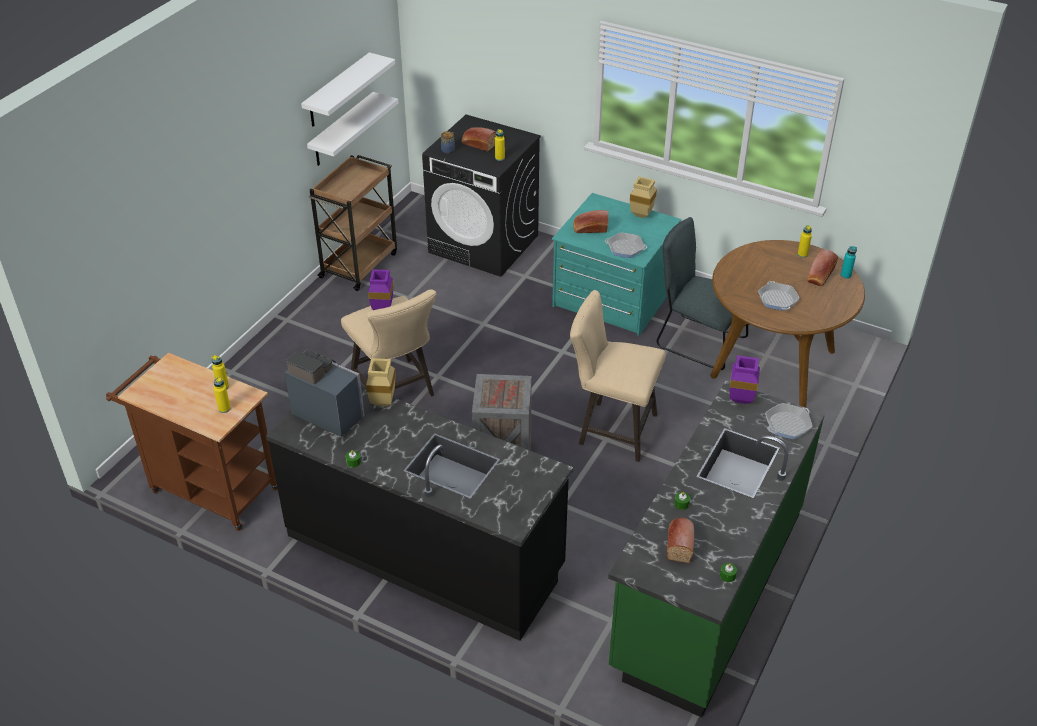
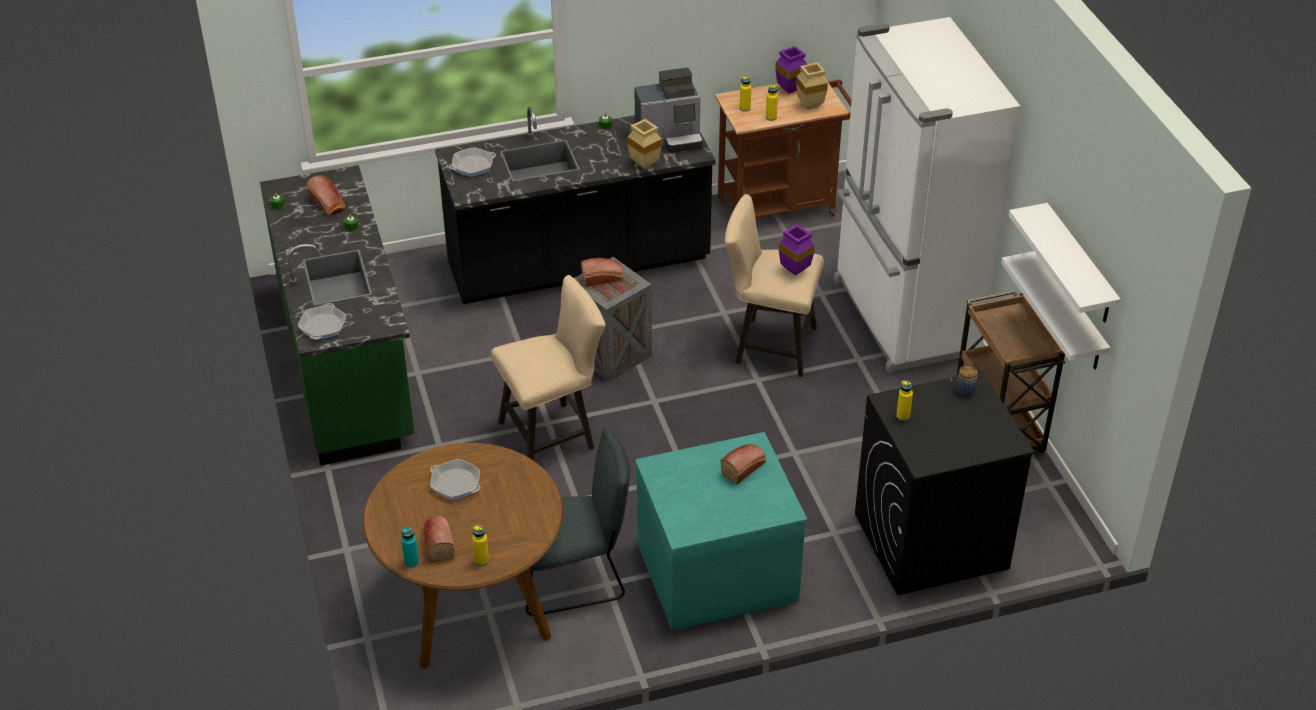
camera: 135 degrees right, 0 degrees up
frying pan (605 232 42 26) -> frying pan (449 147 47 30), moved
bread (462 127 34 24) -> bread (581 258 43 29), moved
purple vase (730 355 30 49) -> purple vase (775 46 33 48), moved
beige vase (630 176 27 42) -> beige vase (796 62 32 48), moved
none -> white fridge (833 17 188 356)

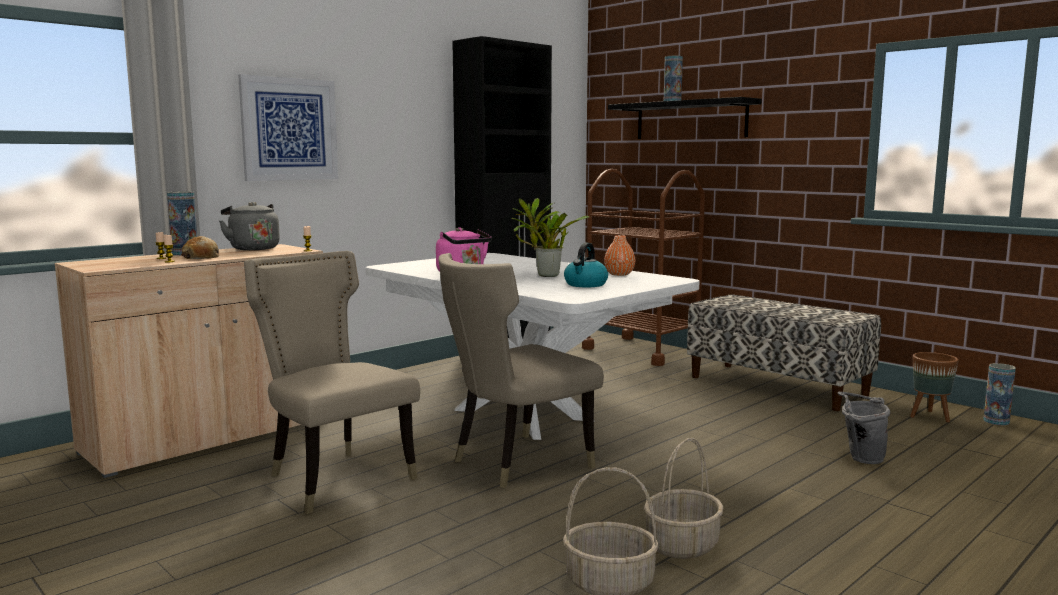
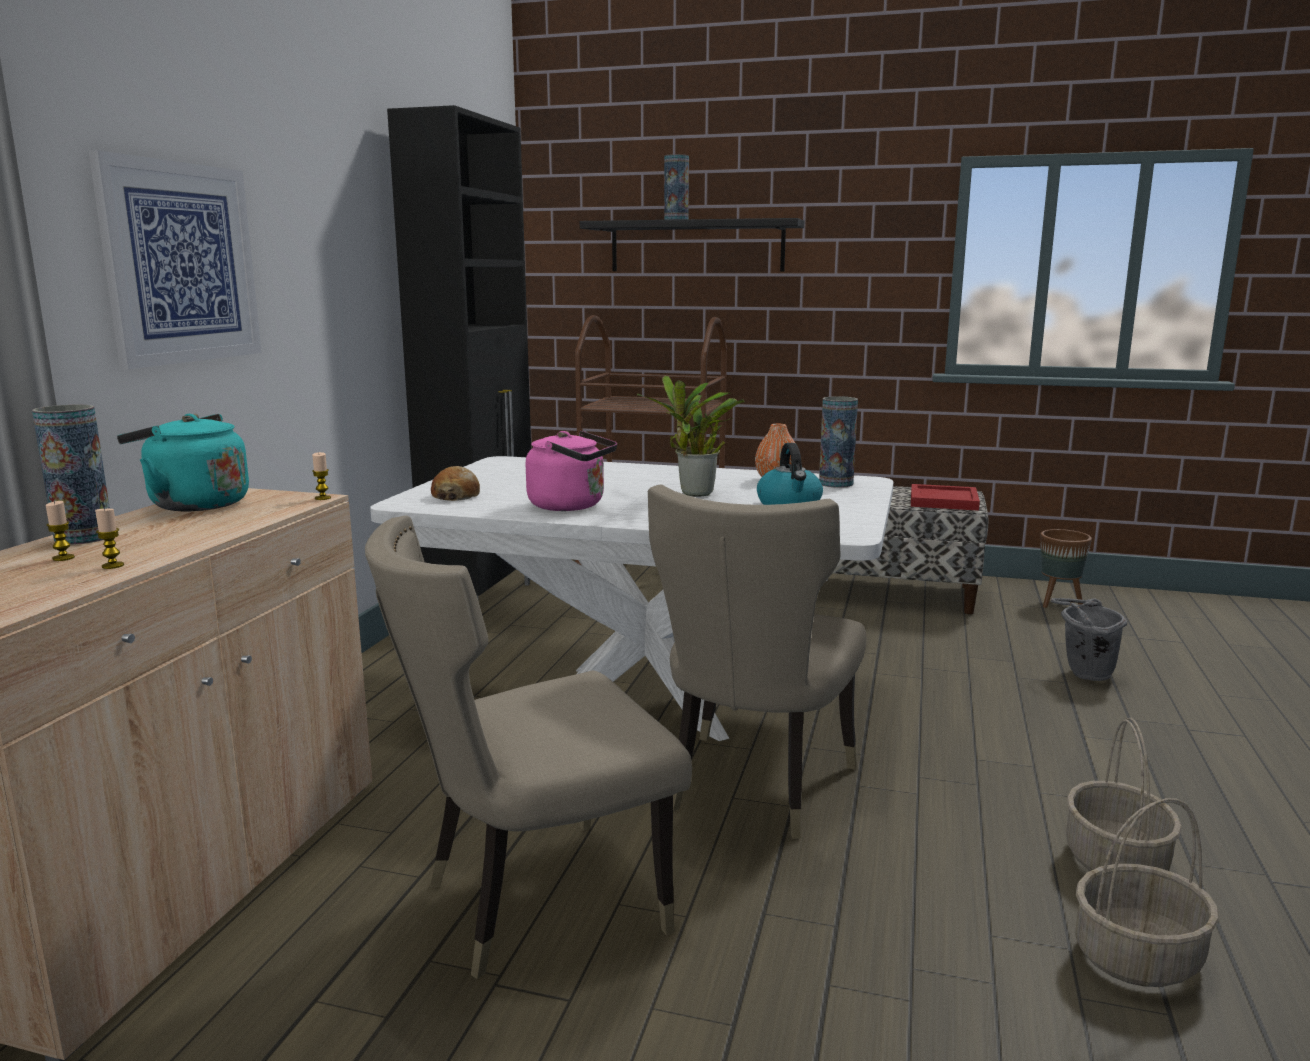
camera: 30 degrees left, 5 degrees up
grey kettle (219 202 61 48) -> turquoise kettle (117 414 132 97)
beige chair (244 251 176 263) -> beige chair (365 515 327 464), 45 degrees counterclockwise
bread (181 236 38 23) -> bread (431 466 49 35), moved
vase (983 363 33 62) -> vase (819 396 39 92), moved
none -> red tray (911 484 69 27)

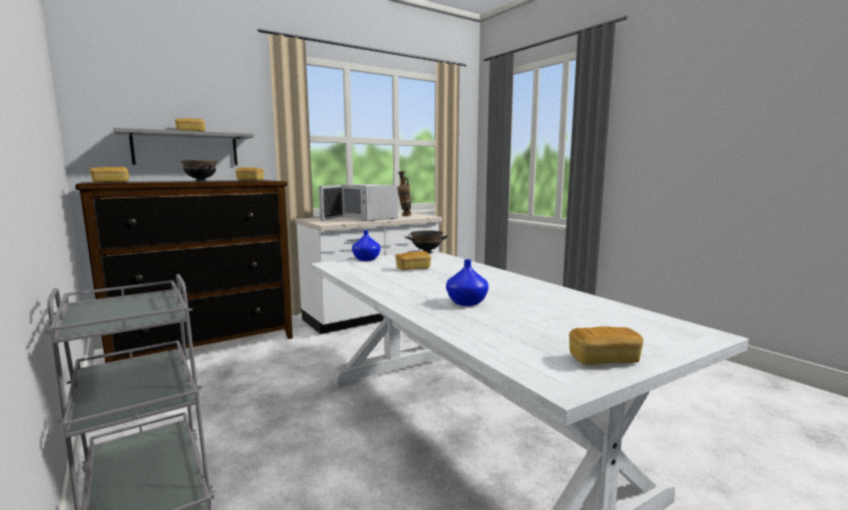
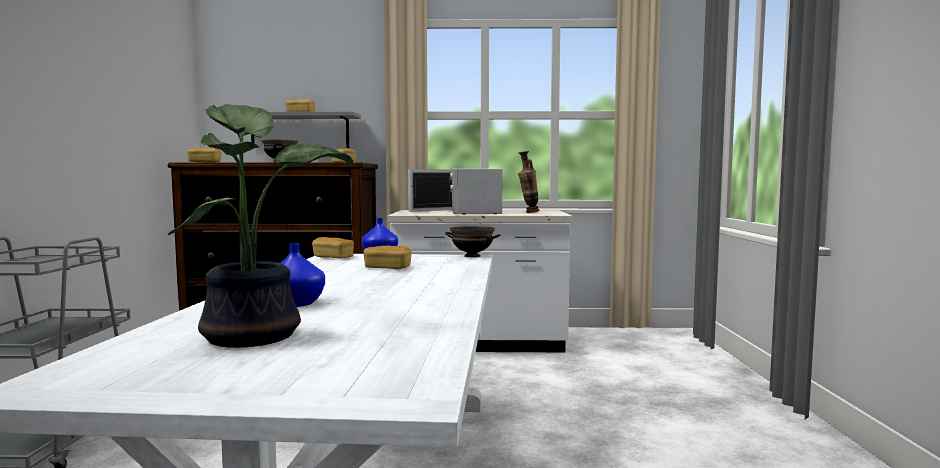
camera: 35 degrees right, 5 degrees down
none -> potted plant (167 104 186 244)
bread (569 326 74 39) -> bread (312 237 42 22), moved

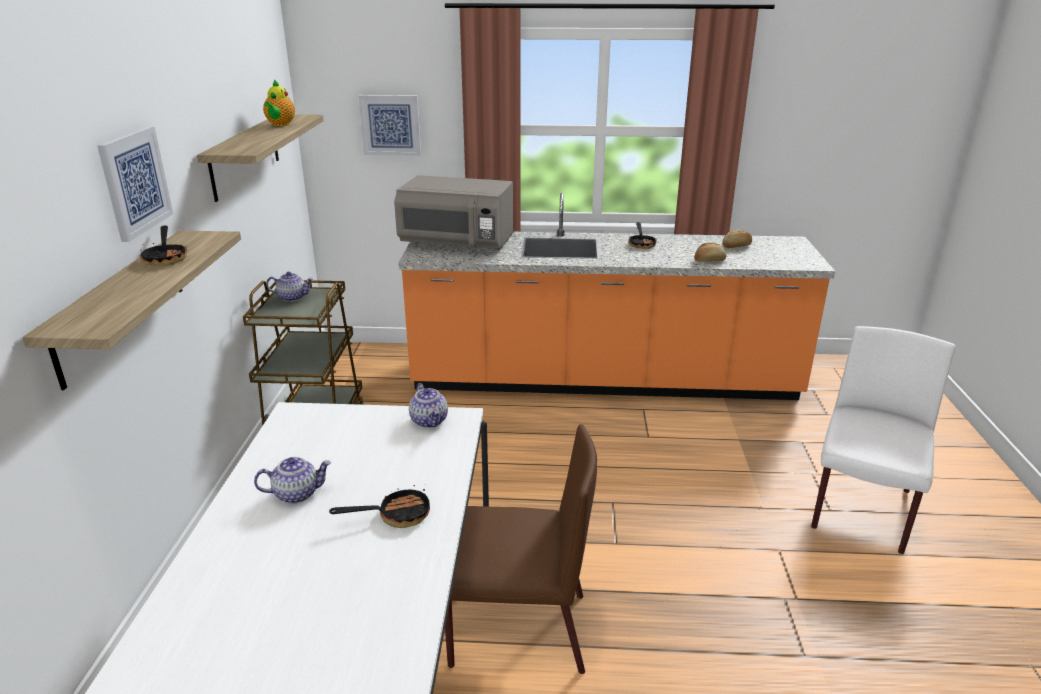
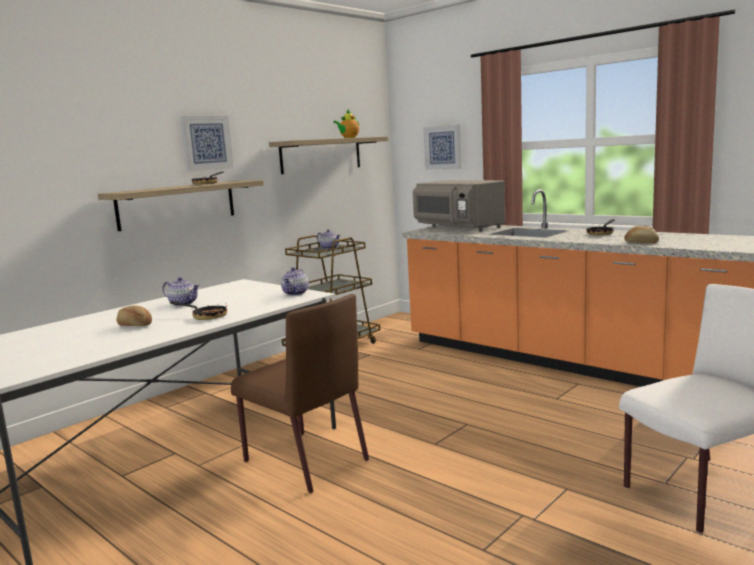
camera: 40 degrees right, 15 degrees down
bread (722 230 30 18) -> bread (116 306 36 20), moved

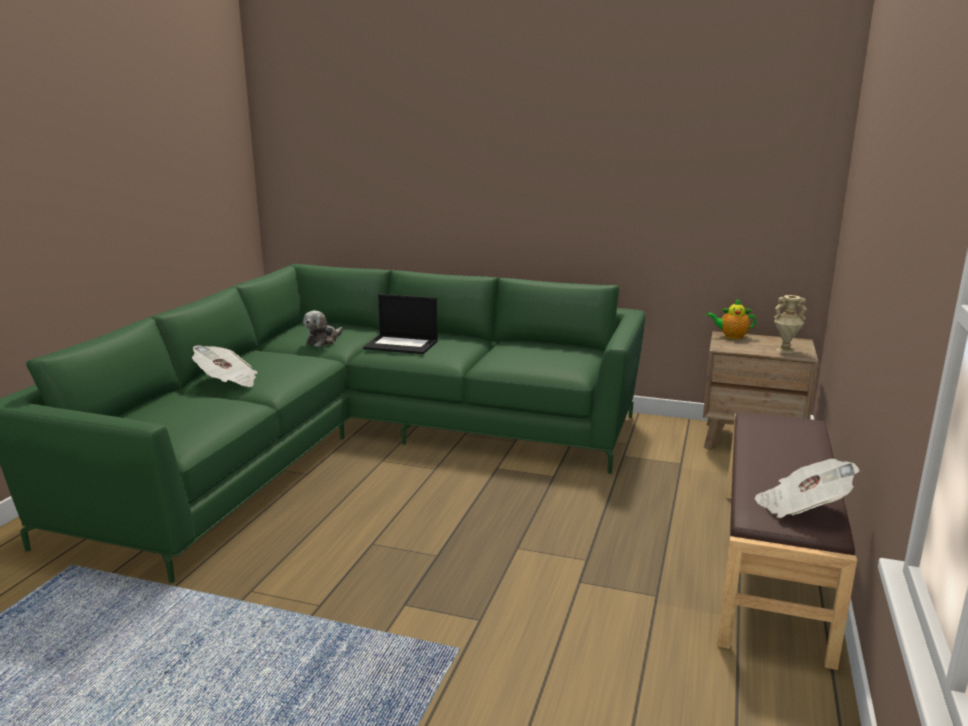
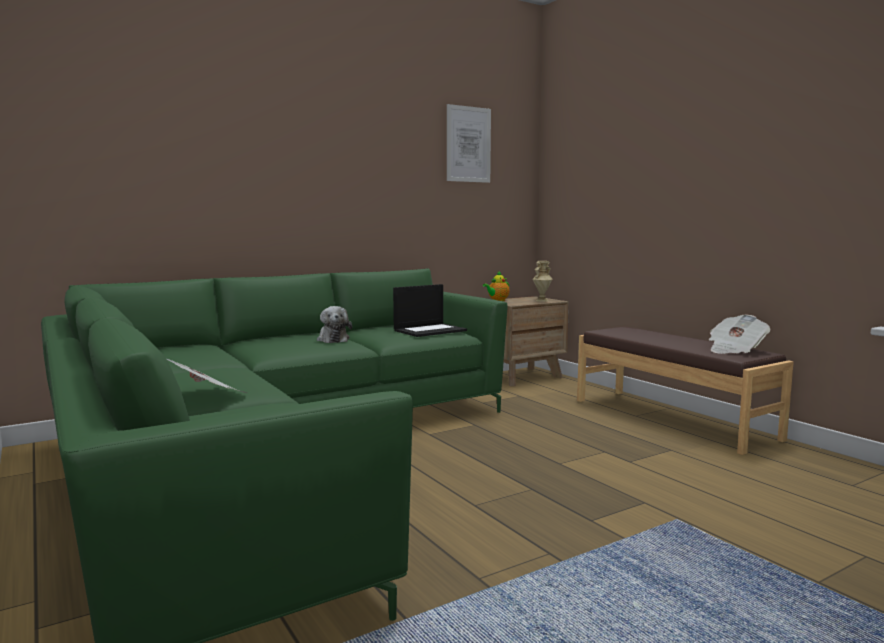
camera: 50 degrees left, 10 degrees down
plush toy (303 311 40 36) -> plush toy (317 306 35 37), moved
laptop (363 294 75 60) -> laptop (393 284 74 53), moved
none -> picture (447 104 44 79)

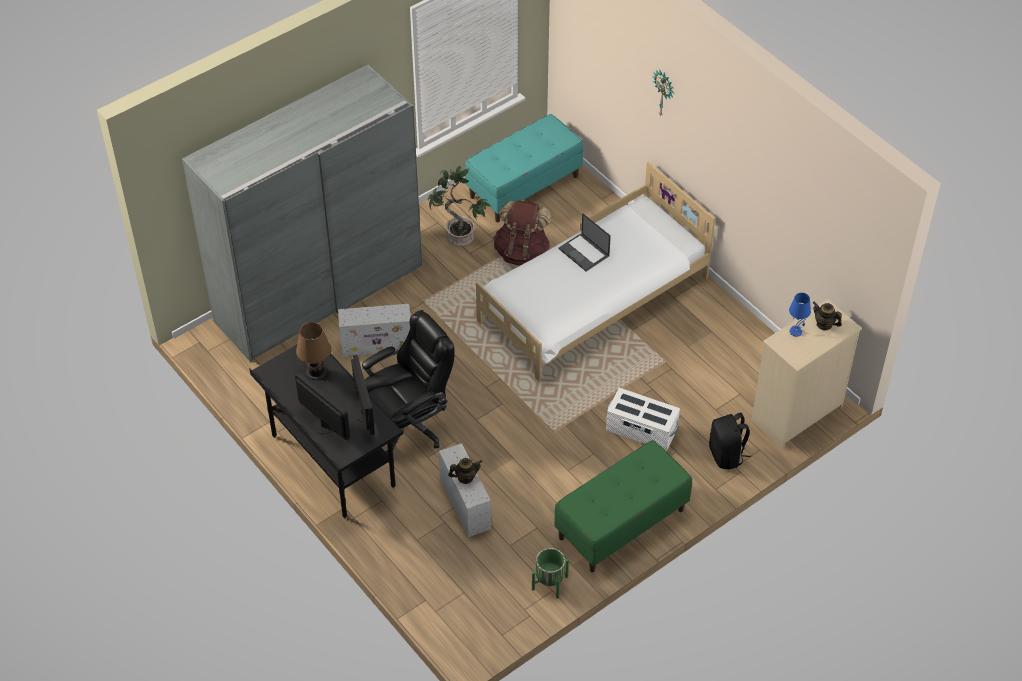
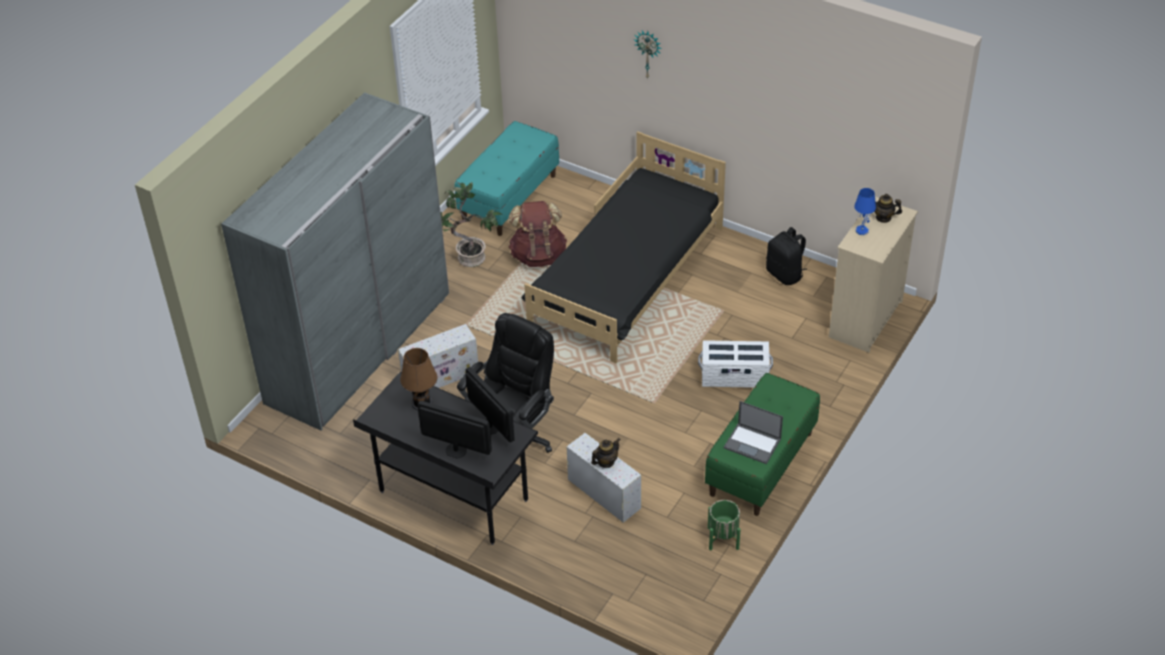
camera: 20 degrees left, 5 degrees down
white bed (474 161 241 221) -> black bed (521 131 205 232)
laptop (559 213 52 58) -> laptop (724 401 59 63), moved
black backpack (709 413 42 56) -> black backpack (766 227 41 58), moved

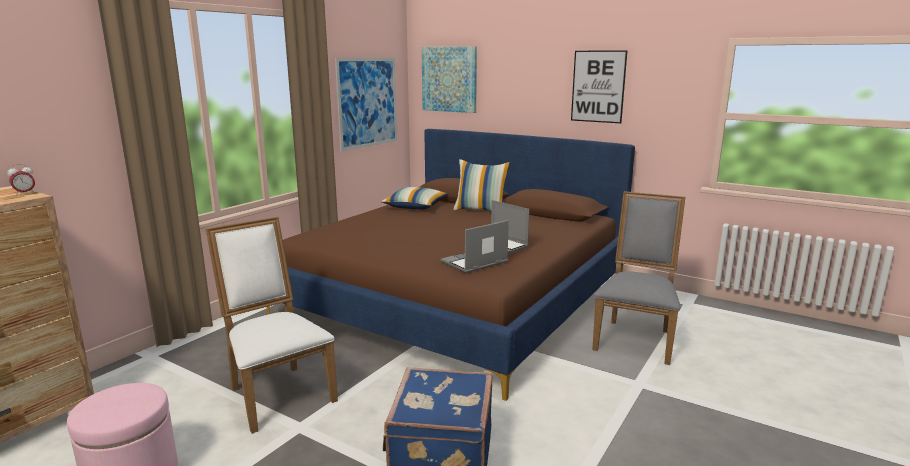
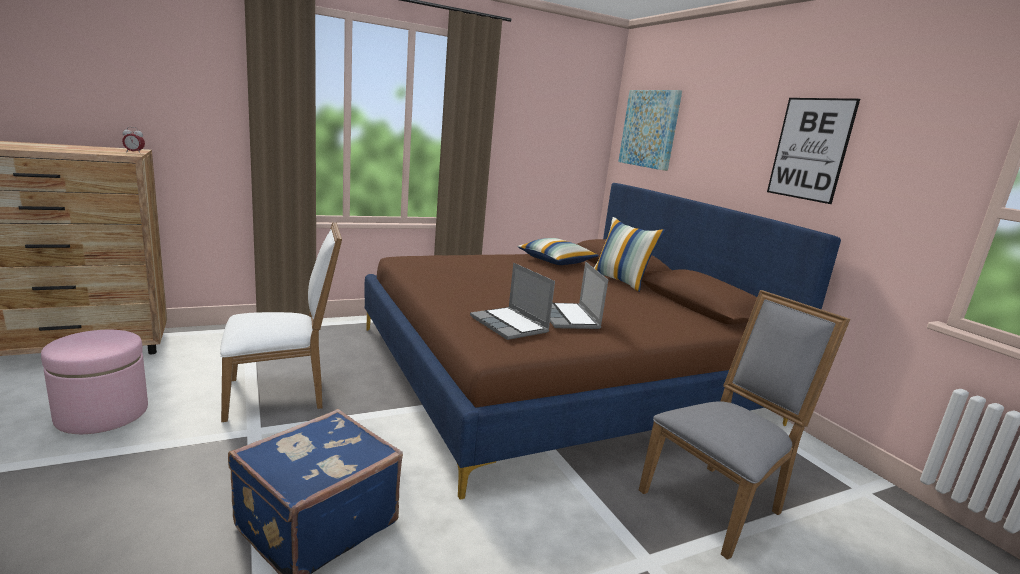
camera: 30 degrees right, 0 degrees up
white chair (206 217 132 217) -> white chair (220 222 122 200), 75 degrees clockwise
laptop (440 220 69 53) -> laptop (470 263 85 77), 120 degrees counterclockwise
picture (335 58 62 94) -> none

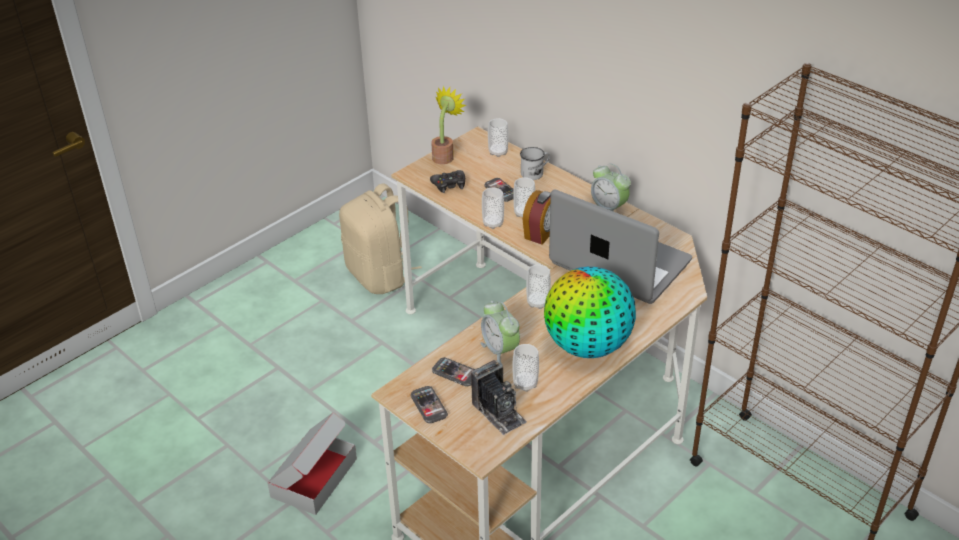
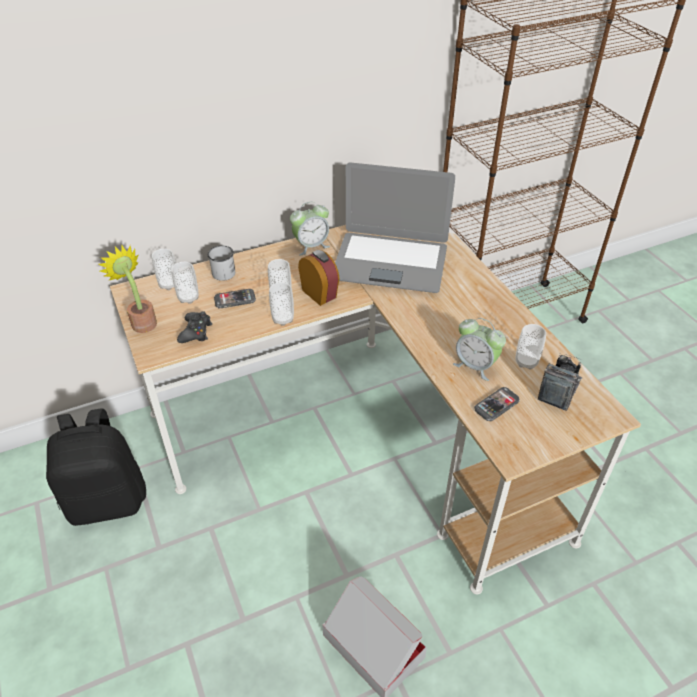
camera: 70 degrees left, 5 degrees up
beige backpack (339 183 83 111) -> black backpack (46 408 100 118)
cup (526 265 25 44) -> cup (171 262 28 42), moved
laptop (549 189 143 115) -> laptop (335 162 120 131), 135 degrees counterclockwise
alarm clock (481 300 39 66) -> alarm clock (453 318 53 63), 45 degrees clockwise
photo camera (471 360 56 75) -> photo camera (538 353 45 58), 45 degrees counterclockwise
phone (410 386 38 37) -> none
globe (544 267 92 91) -> none

